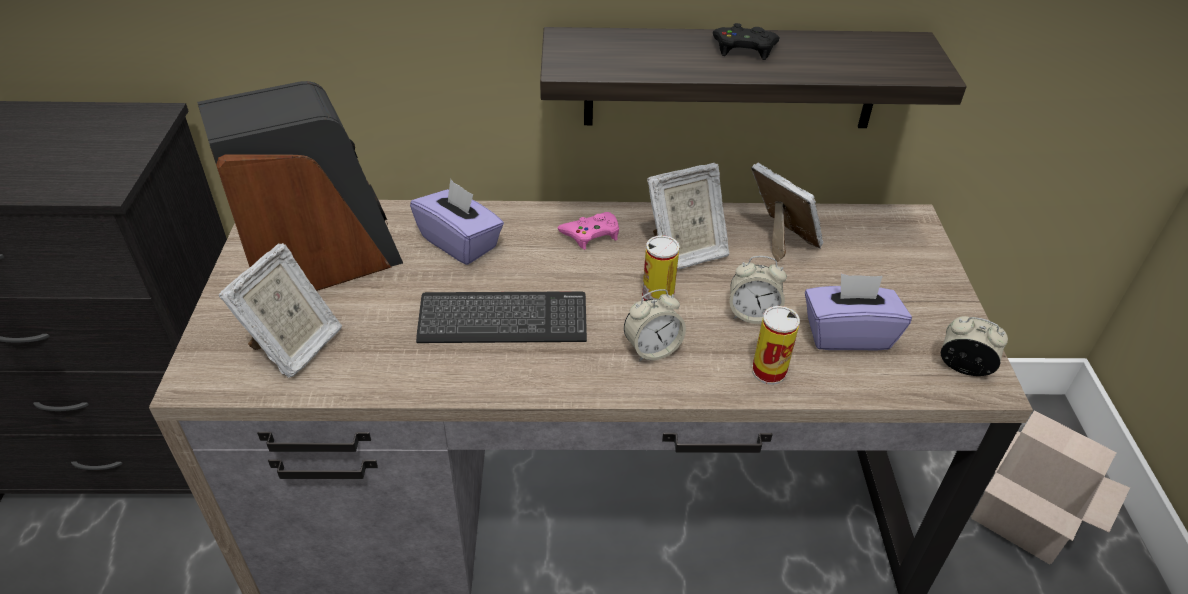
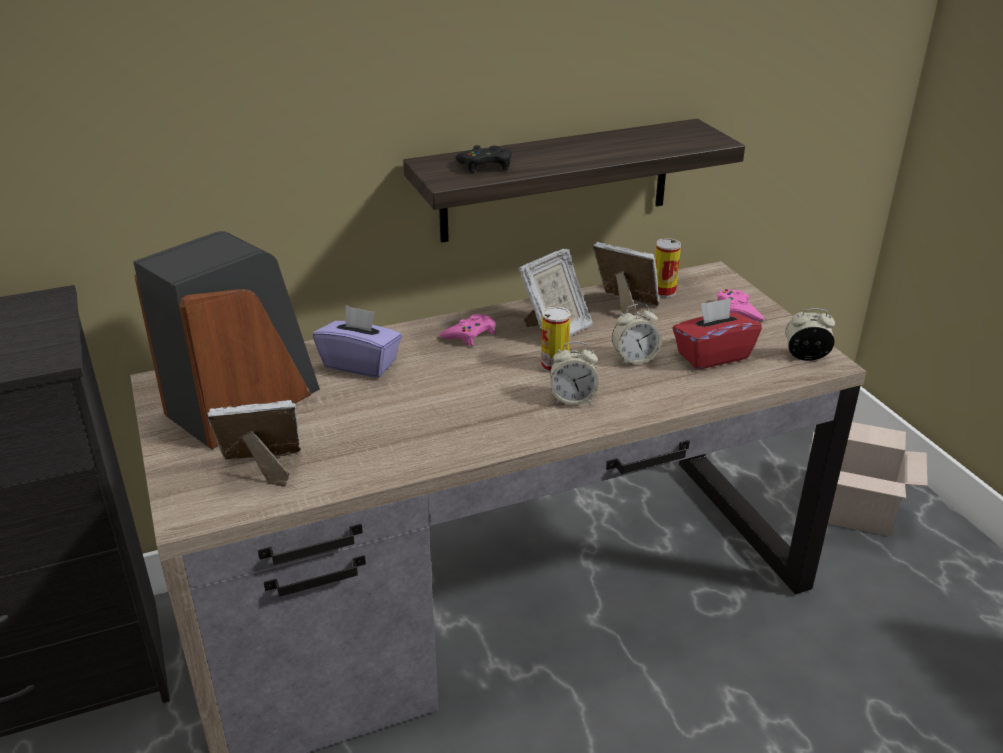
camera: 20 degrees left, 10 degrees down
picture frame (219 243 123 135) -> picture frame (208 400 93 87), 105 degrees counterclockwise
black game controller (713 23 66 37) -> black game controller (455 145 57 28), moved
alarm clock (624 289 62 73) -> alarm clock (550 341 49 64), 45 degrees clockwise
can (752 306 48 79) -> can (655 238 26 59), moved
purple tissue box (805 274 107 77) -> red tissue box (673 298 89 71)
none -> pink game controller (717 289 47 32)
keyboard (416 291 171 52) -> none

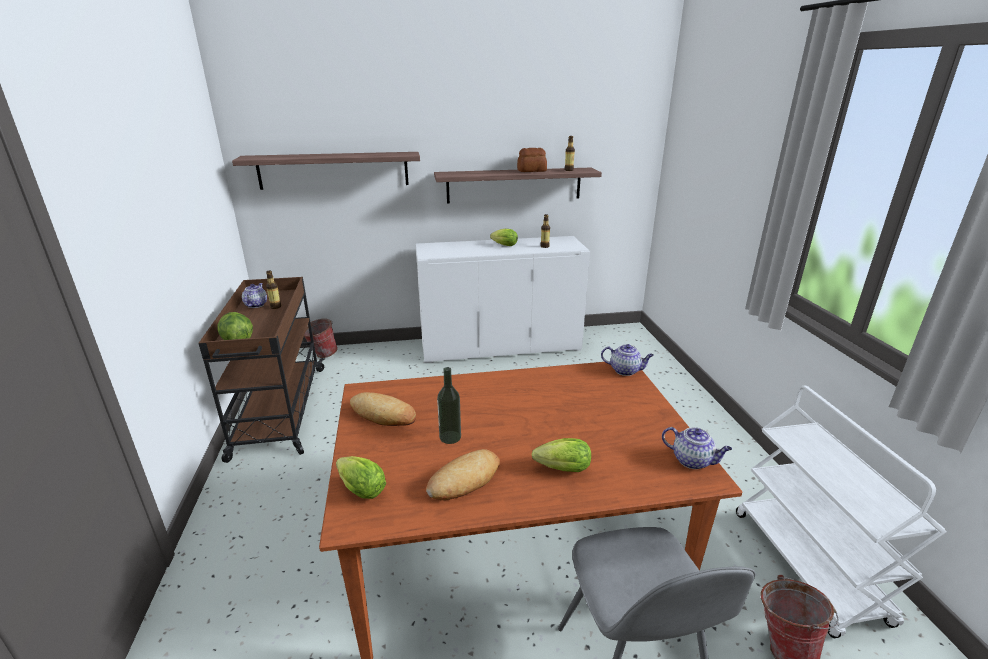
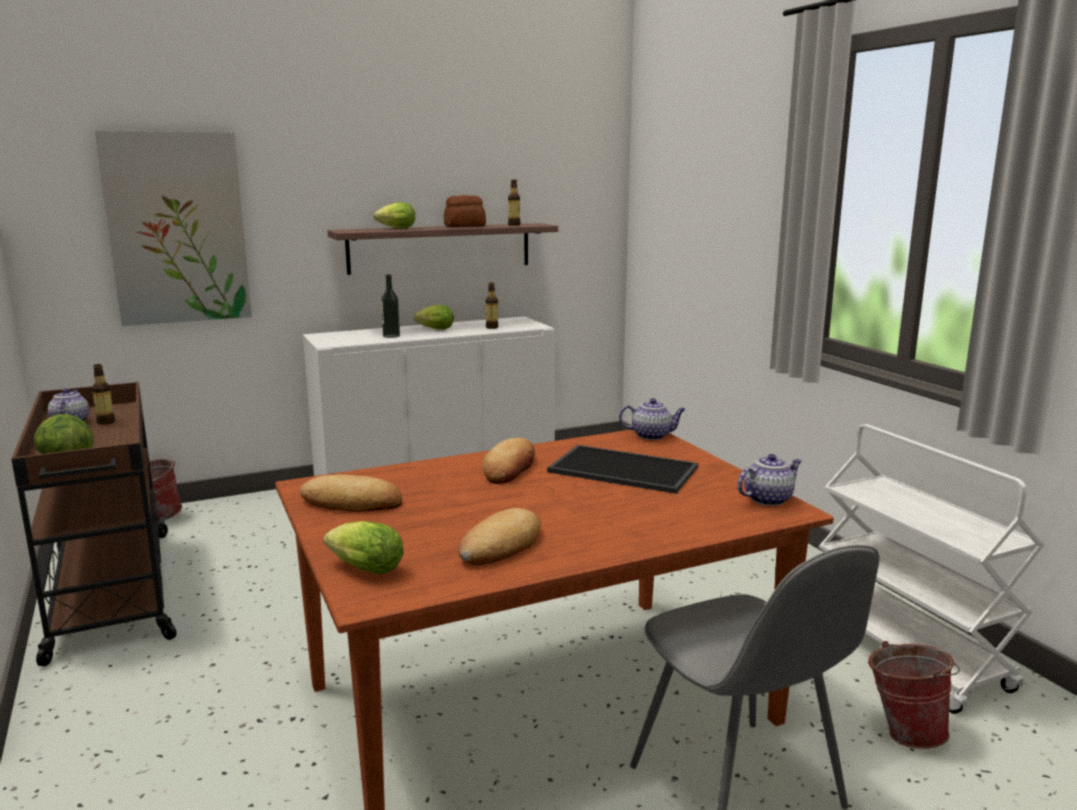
camera: 15 degrees left, 10 degrees down
shelf (232 152 188 38) -> picture (95 130 157 196)
lettuce (532 438 59 34) -> lettuce (374 202 41 27), moved
bottle (437 367 24 77) -> bottle (381 274 19 64), moved
none -> bread (483 438 52 46)
none -> tray (547 445 151 49)
teapot (662 427 70 42) -> teapot (737 454 65 52), 45 degrees counterclockwise

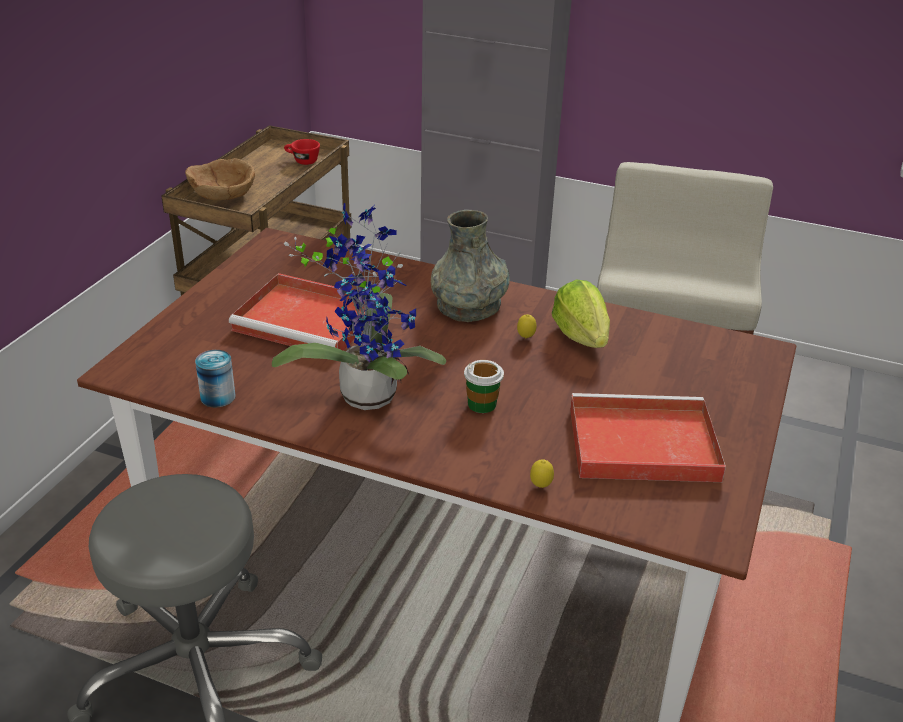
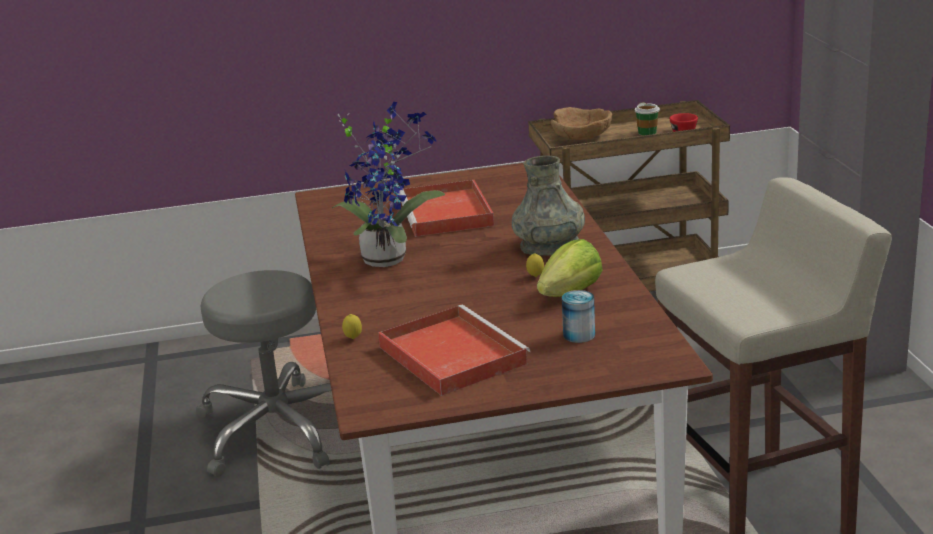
camera: 60 degrees right, 10 degrees down
can (195 350 41 58) -> can (562 290 33 53), moved
cup (464 360 40 53) -> cup (635 102 25 34), moved

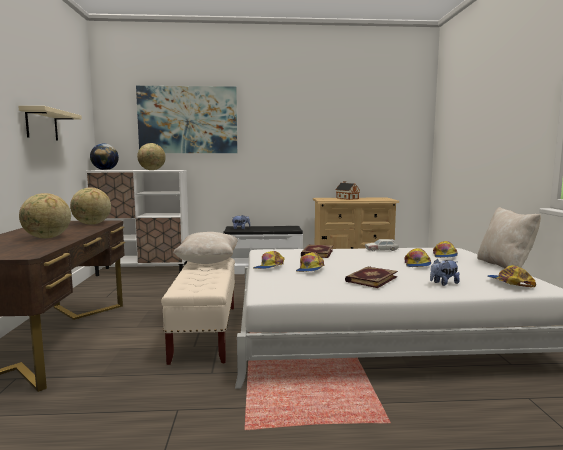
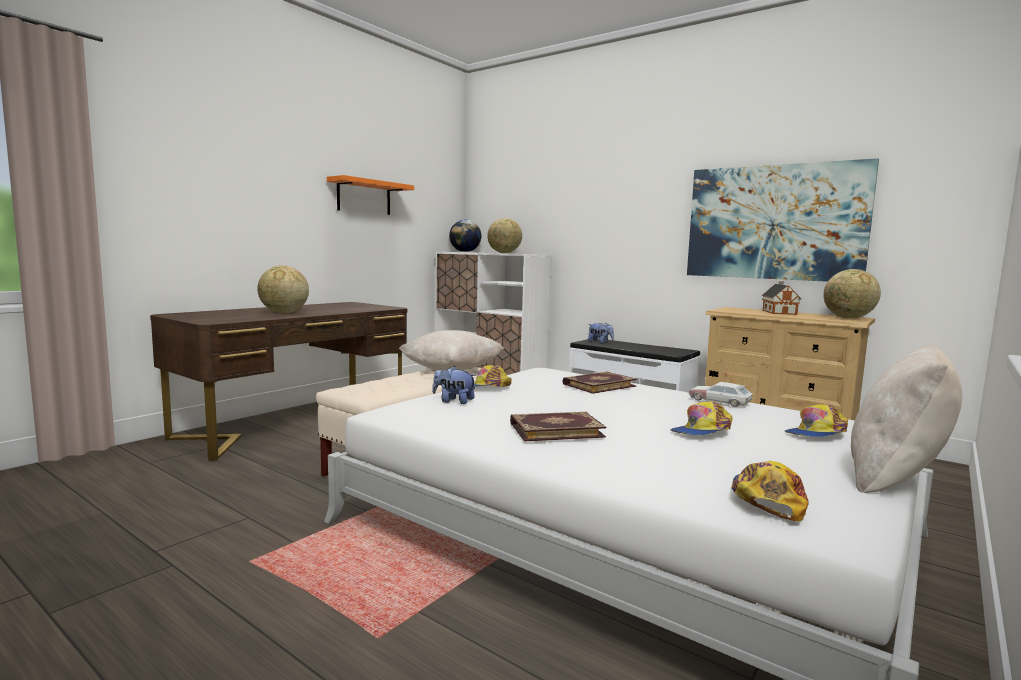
camera: 40 degrees right, 0 degrees up
beige shelf (18 106 64 35) -> orange shelf (327 175 87 40)
plush toy (430 258 30 28) -> plush toy (432 366 44 38), moved
picture (136 86 101 67) -> picture (687 158 192 124), moved
globe (70 187 41 38) -> globe (823 269 58 49), moved
cap (296 252 28 20) -> none

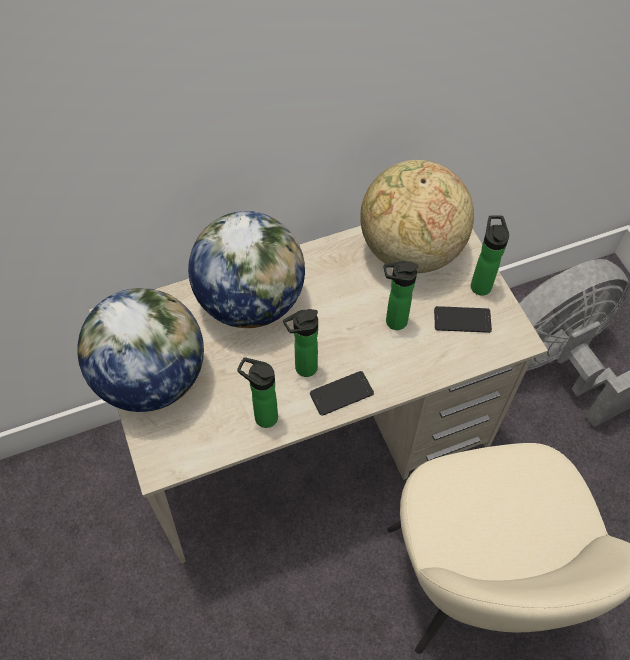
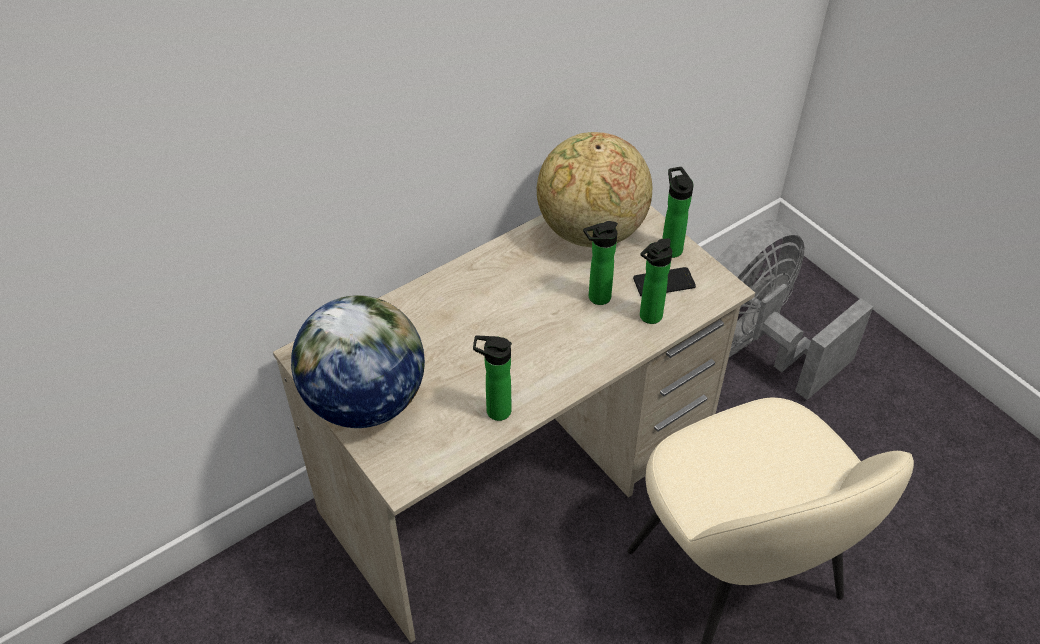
camera: 15 degrees left, 10 degrees down
bottle (283 309 35 68) -> bottle (640 238 32 86), moved
globe (188 211 117 117) -> none
phone (310 371 64 45) -> none

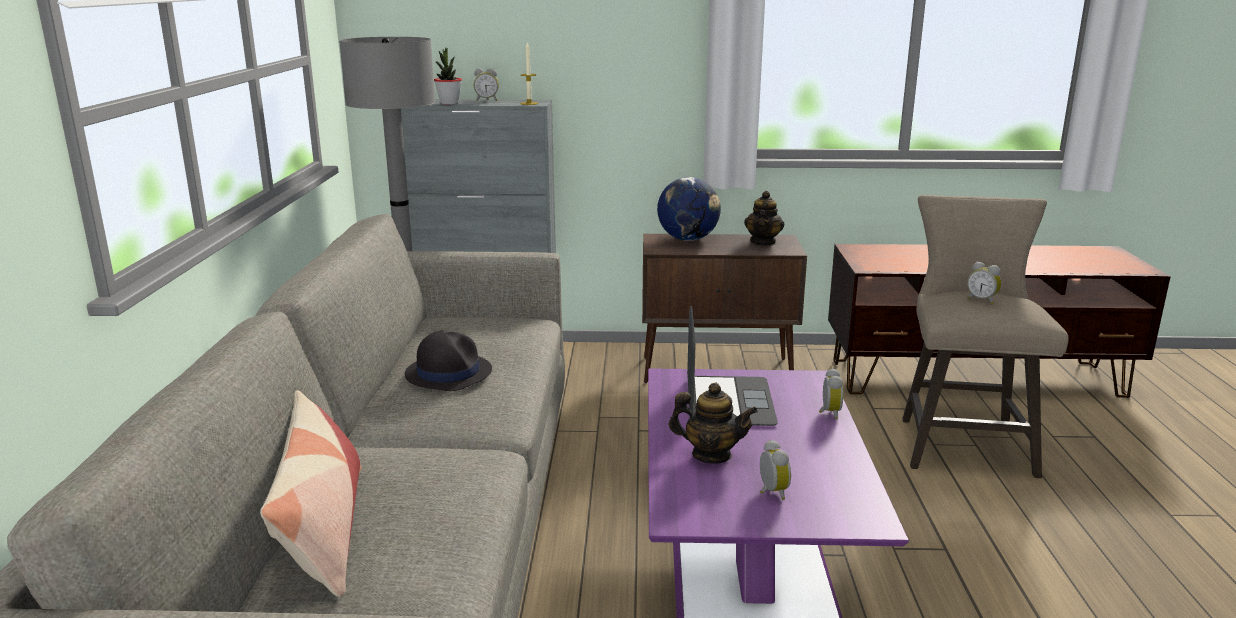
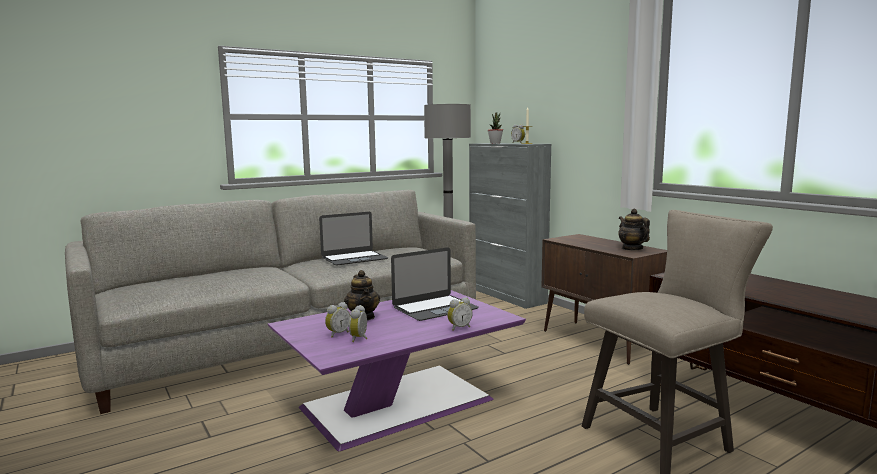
camera: 55 degrees right, 10 degrees down
black hat (405 330 87 61) -> laptop (319 212 69 53)
alarm clock (967 262 35 42) -> alarm clock (349 305 18 37), moved
teapot (744 191 40 55) -> teapot (618 209 32 42), 90 degrees clockwise
pillow (260 390 101 207) -> none
globe (657 177 64 64) -> none

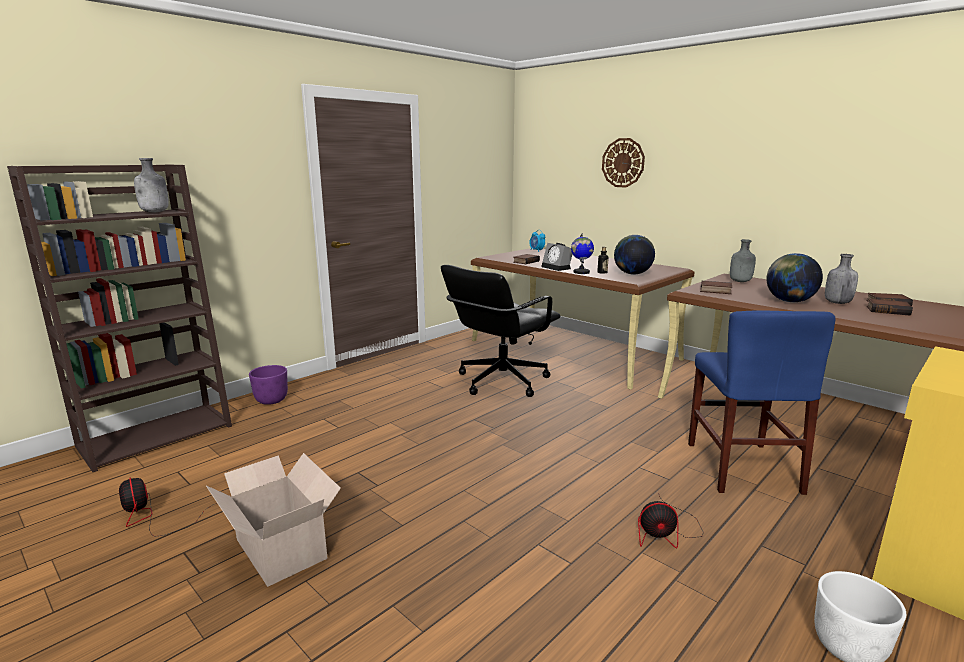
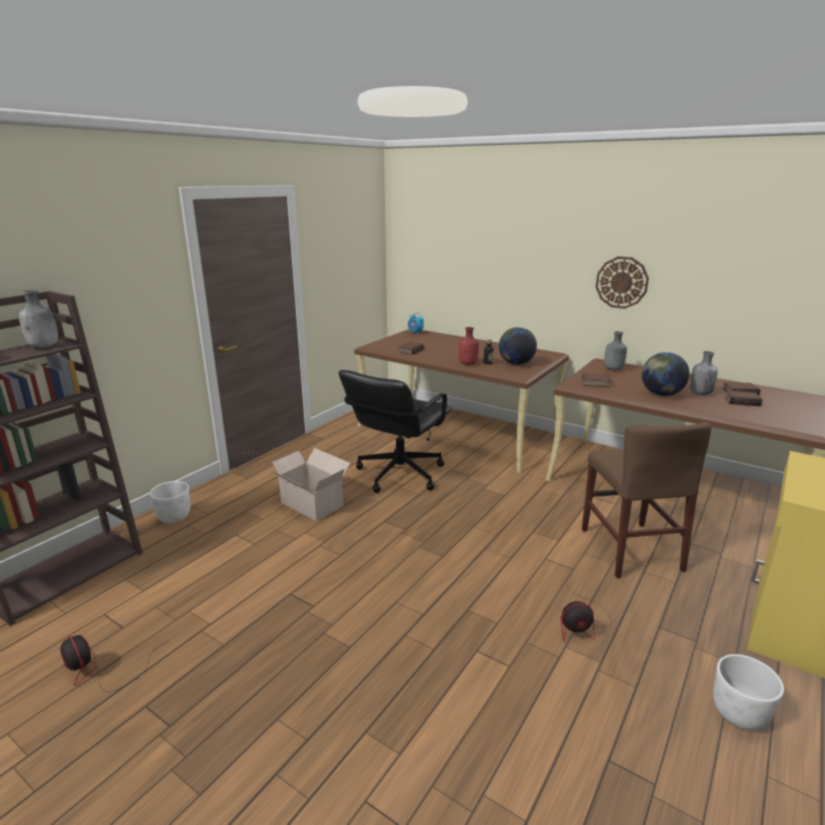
camera: 10 degrees left, 5 degrees up
purple planter (249 365 39 40) -> white planter (149 481 41 42)
cardboard box (206 453 135 134) -> cardboard box (267 448 83 73), moved
globe (571 233 23 41) -> red bottle (459 327 20 38)
blue chair (688 311 148 184) -> brown chair (582 422 130 156)
wall clock (602 138 43 50) -> wall clock (596 256 53 53), moved
alarm clock (541 243 31 28) -> none

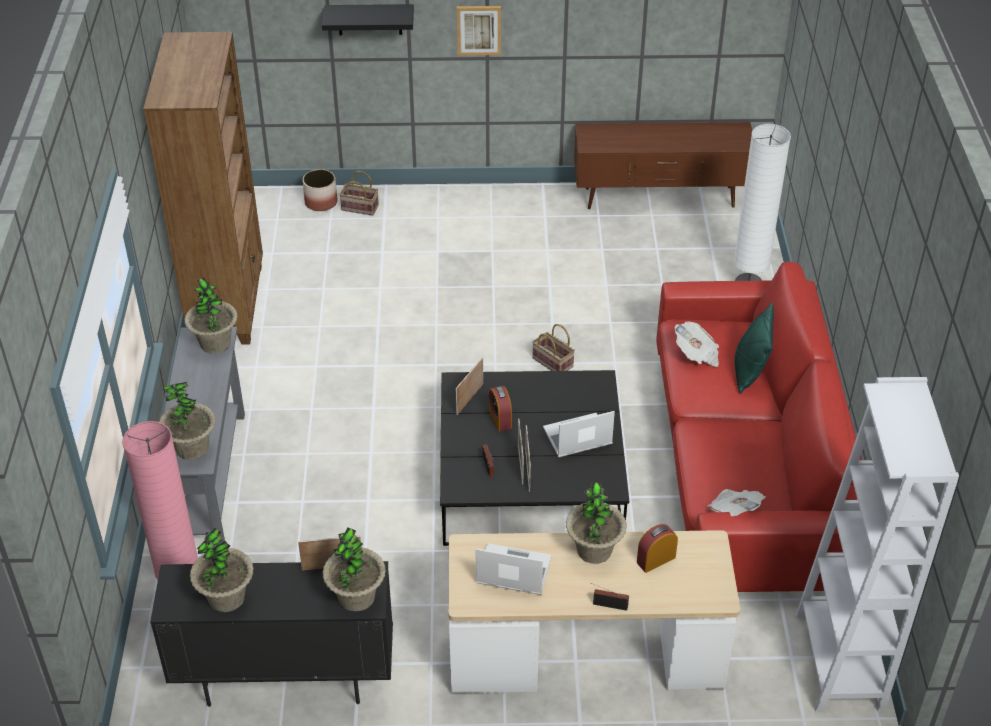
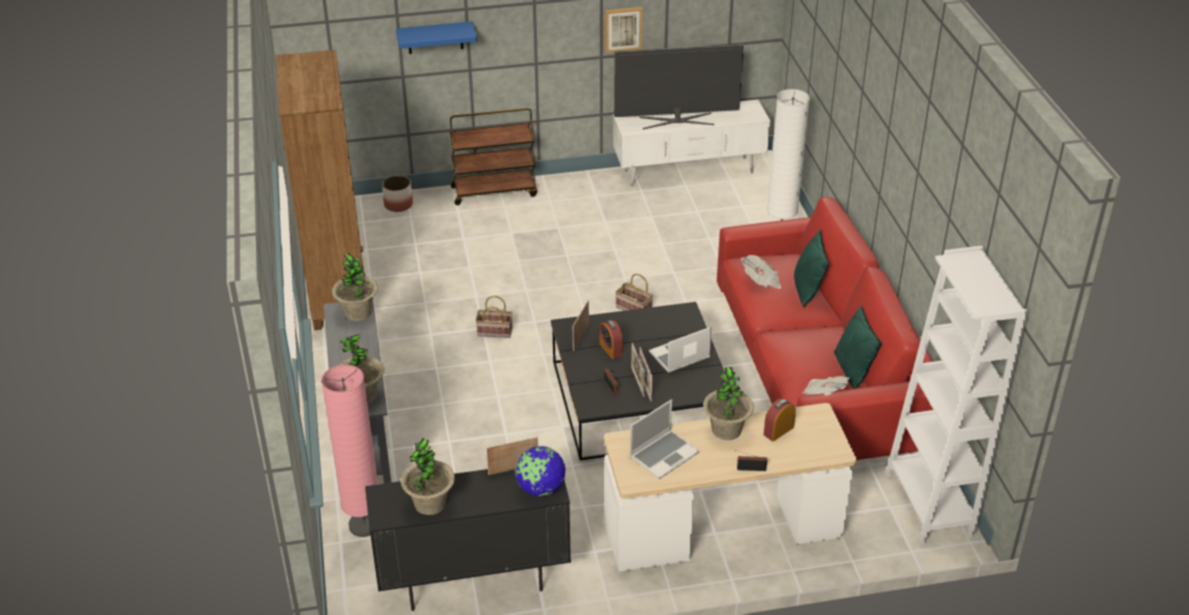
camera: 10 degrees left, 5 degrees down
black shelf (322 4 92 31) -> blue shelf (396 21 81 33)
none -> brown cart (450 108 87 97)
basket (339 171 40 45) -> basket (476 296 36 42), moved
potted plant (323 527 63 85) -> globe (515 446 51 51)
picture (457 6 44 49) -> picture (605 7 38 46), moved
brown tv stand (574 122 178 87) -> white tv stand (613 100 158 87)
none -> television (614 44 130 86)
laptop (476 543 76 52) -> laptop (630 399 69 80), 135 degrees clockwise
none -> green pillow (834 305 48 84)

